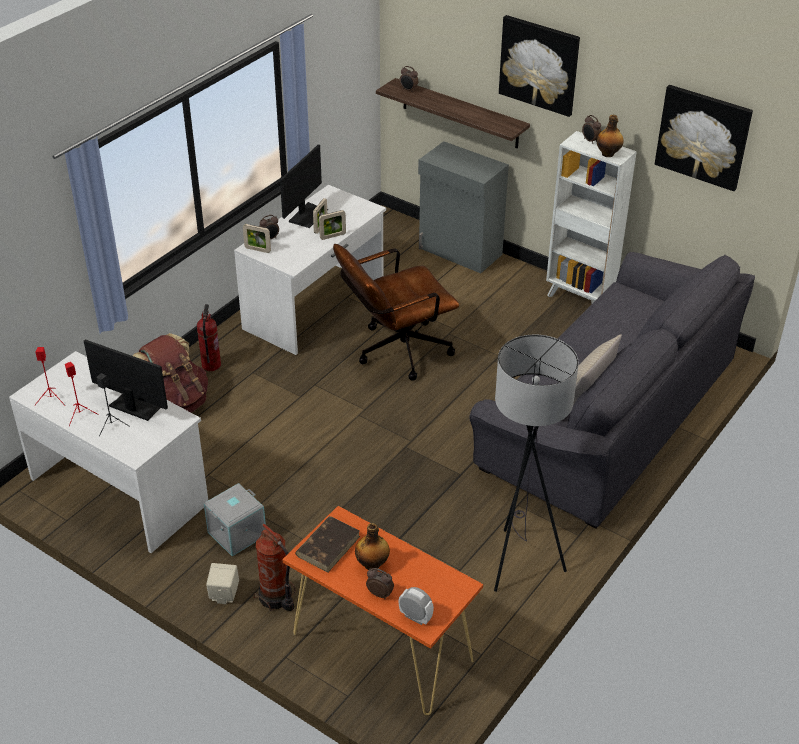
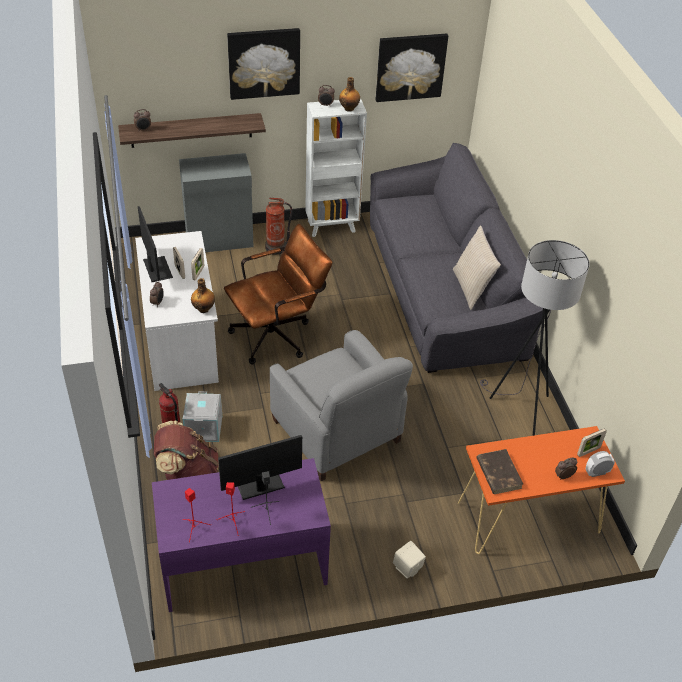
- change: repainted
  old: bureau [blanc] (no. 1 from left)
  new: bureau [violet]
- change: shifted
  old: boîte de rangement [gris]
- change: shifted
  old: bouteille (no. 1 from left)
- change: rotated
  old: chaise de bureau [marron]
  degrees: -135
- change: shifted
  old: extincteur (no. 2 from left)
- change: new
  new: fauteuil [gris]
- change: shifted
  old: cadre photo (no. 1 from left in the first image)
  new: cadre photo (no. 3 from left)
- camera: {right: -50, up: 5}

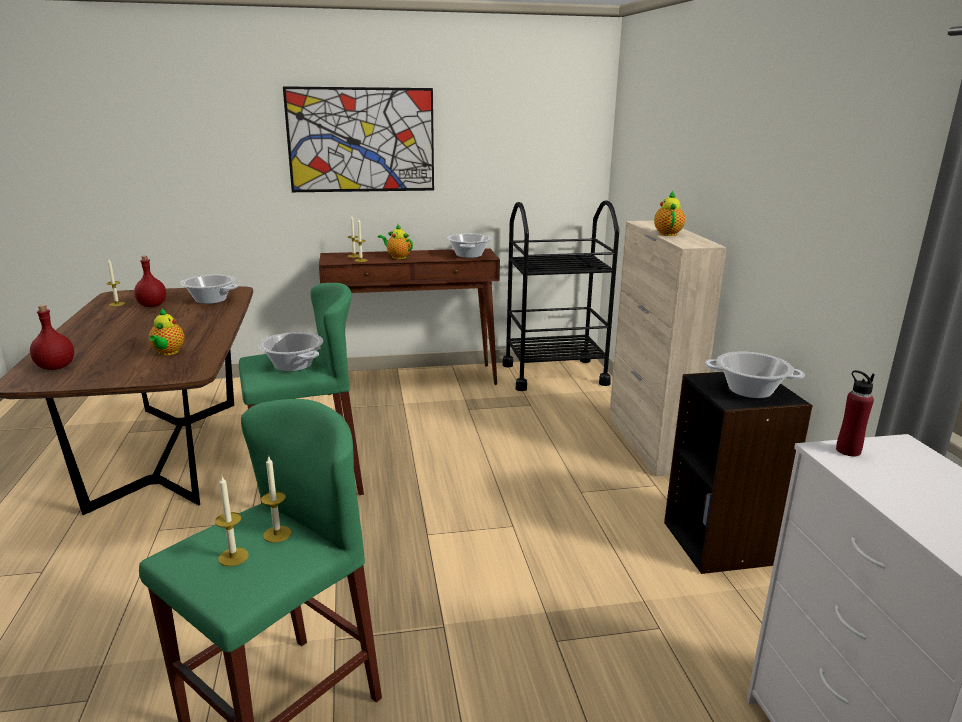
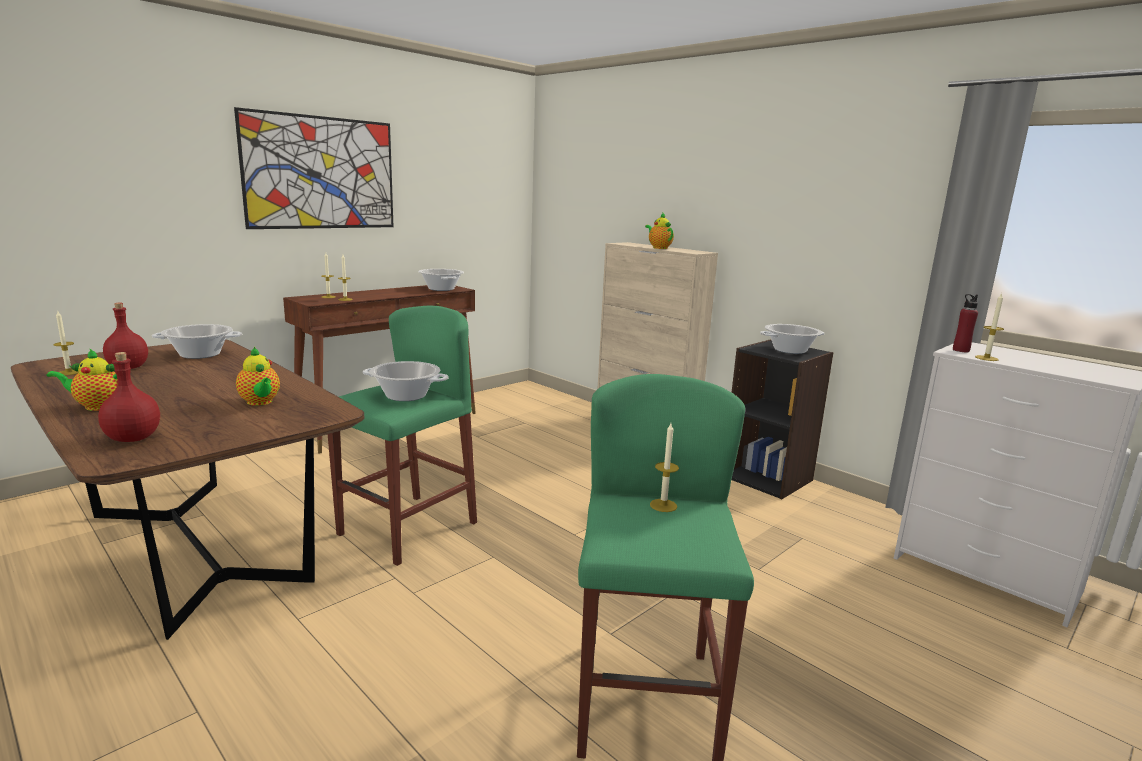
- change: shifted
  old: théière (no. 2 from left in the first image)
  new: théière (no. 1 from left)
- change: shifted
  old: bougie (no. 2 from left in the first image)
  new: bougie (no. 5 from left)
- change: gone
  old: chariot [noir]
- camera: {right: -35, up: -5}

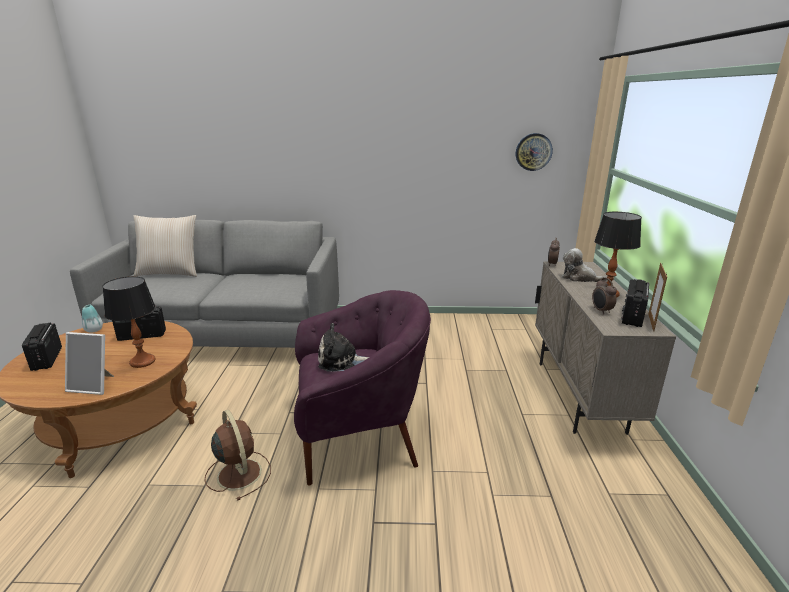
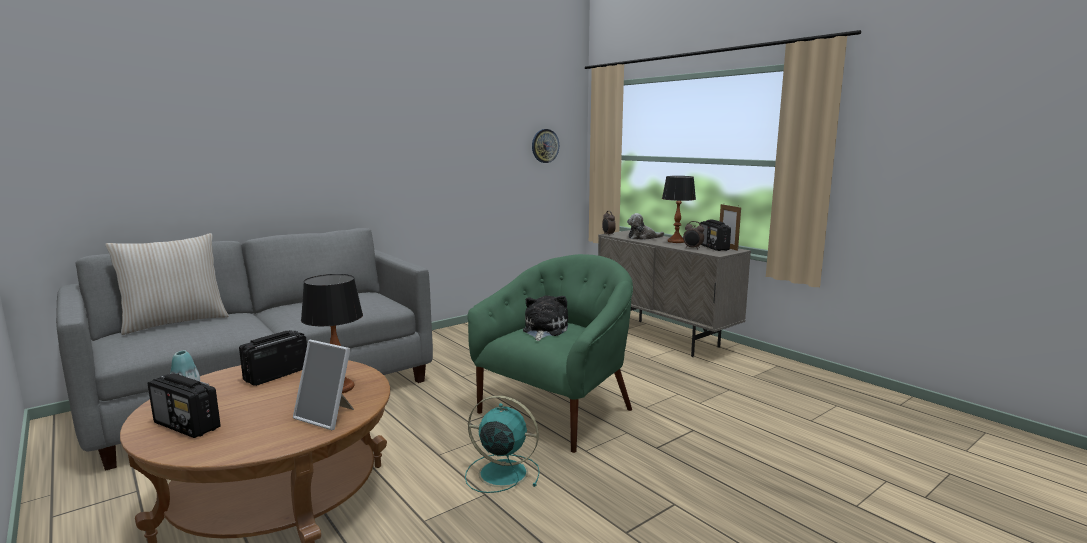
- change: rotated
  old: cadre photo (no. 1 from left)
  degrees: 60
- change: repainted
  old: ventilateur [marron]
  new: ventilateur [turquoise]
- change: repainted
  old: fauteuil [violet]
  new: fauteuil [vert]
- change: rotated
  old: peluche (no. 1 from left)
  degrees: 150
- camera: {right: -40, up: -10}

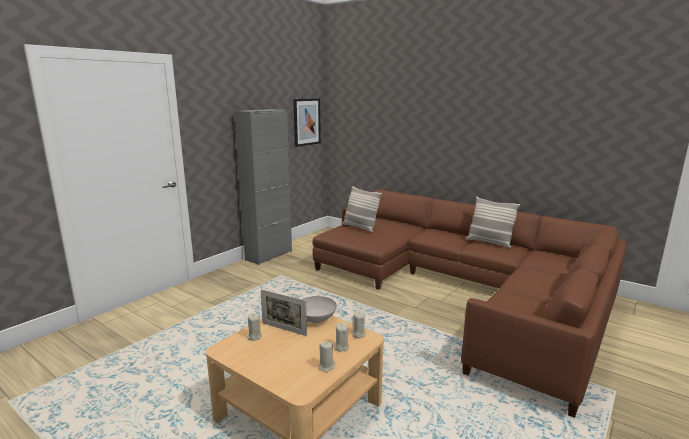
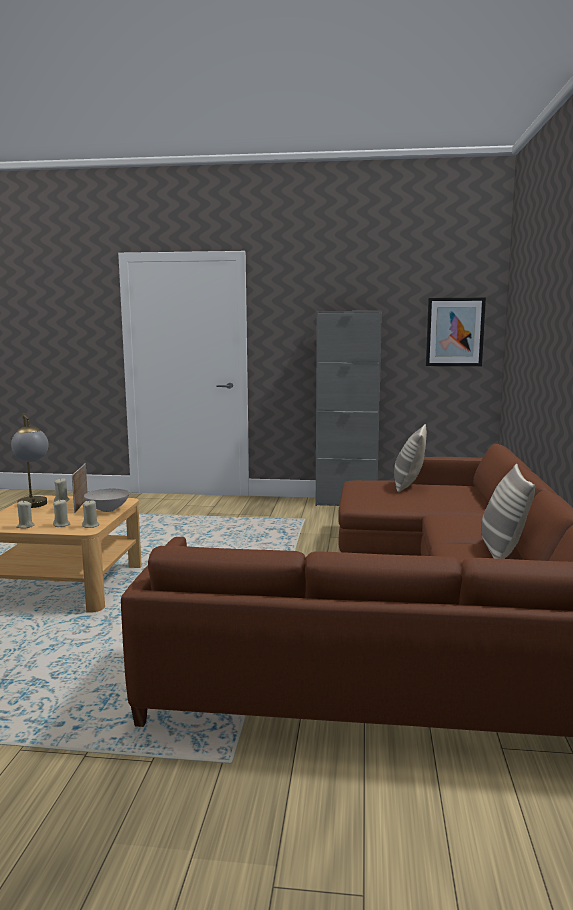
- change: new
  new: lampe de table
- camera: {right: 60, up: -5}

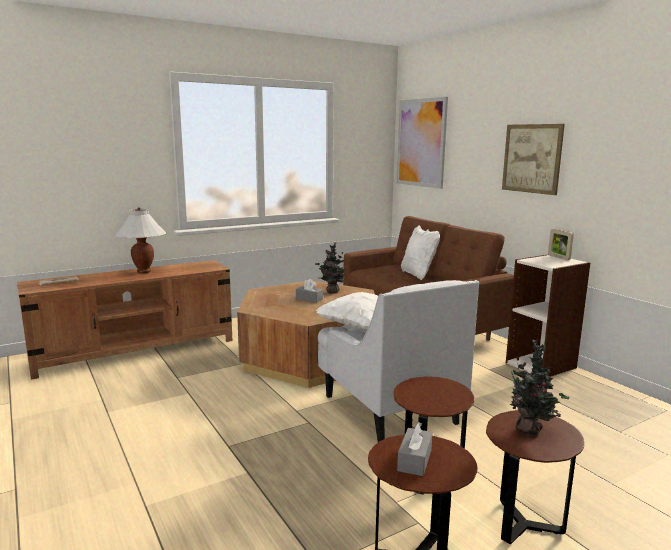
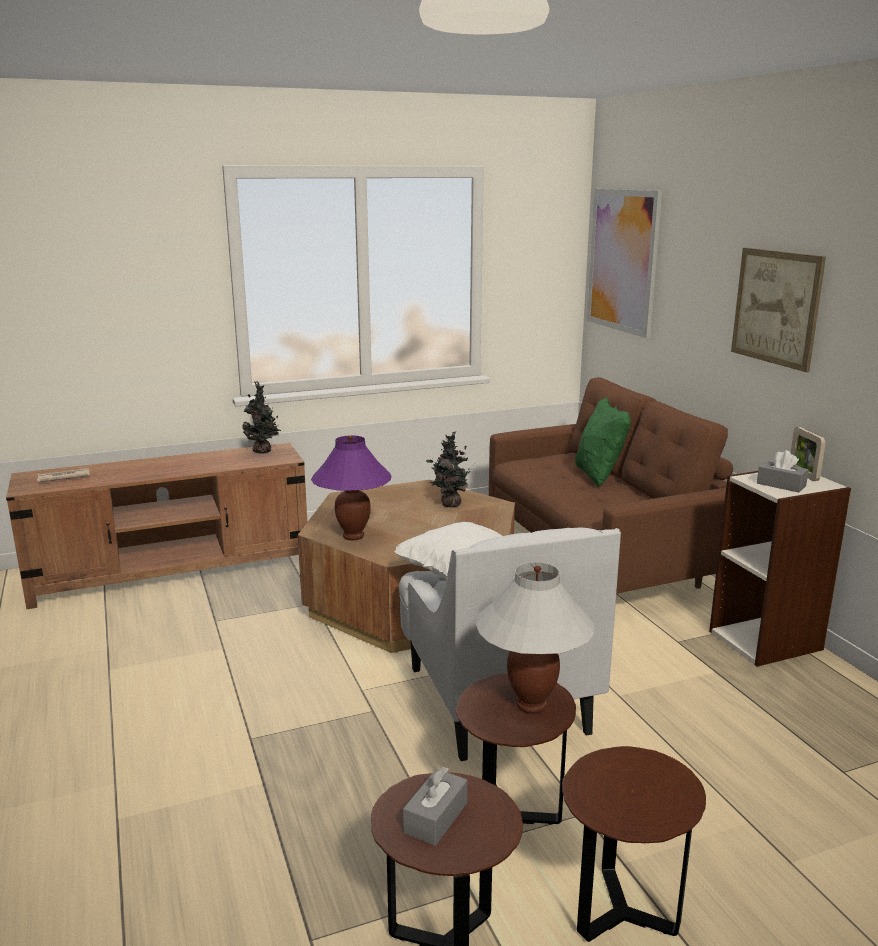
- change: shifted
  old: plante en pot (no. 2 from left in the first image)
  new: plante en pot (no. 1 from left)
- change: new
  new: lampe de table [violet]
- change: shifted
  old: lampe de table [blanc]
- change: repainted
  old: coussin [blanc] (no. 2 from left)
  new: coussin [vert]
- change: shifted
  old: boîte à mouchoirs [gris] (no. 1 from left in the first image)
  new: boîte à mouchoirs [gris] (no. 2 from left)
- camera: {right: 10, up: 5}

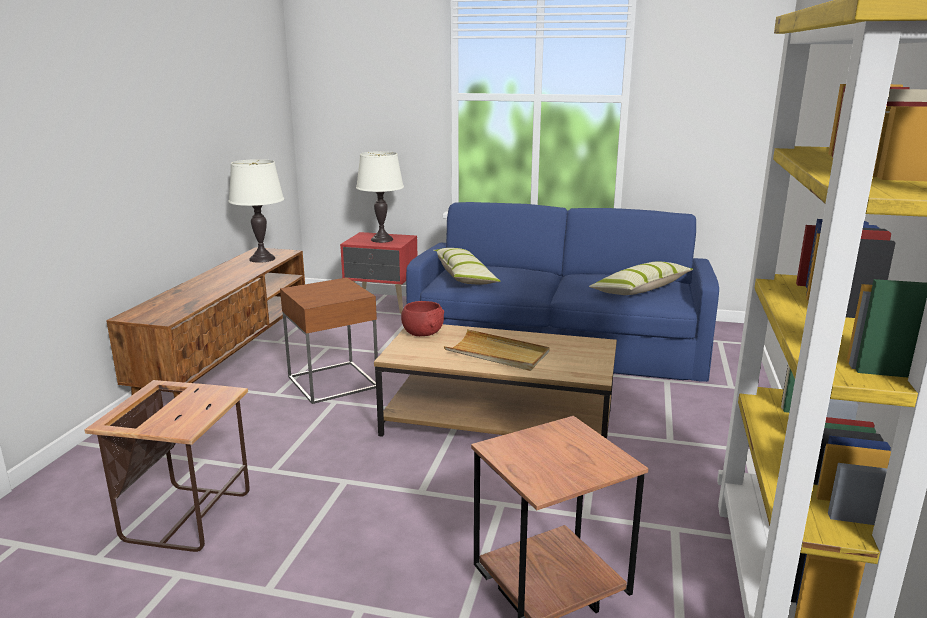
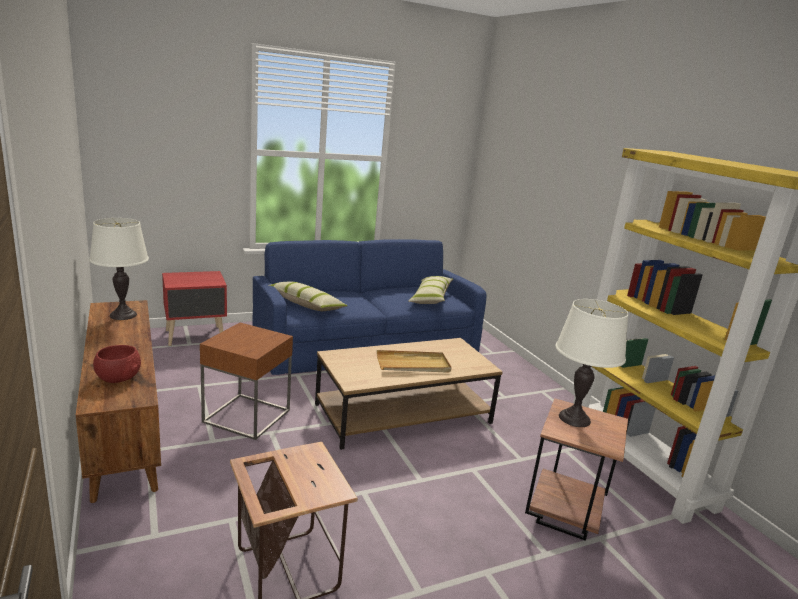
- change: shifted
  old: bol [rouge]
- change: shifted
  old: lampe de table [blanc] (no. 2 from left)
- camera: {right: -40, up: 0}

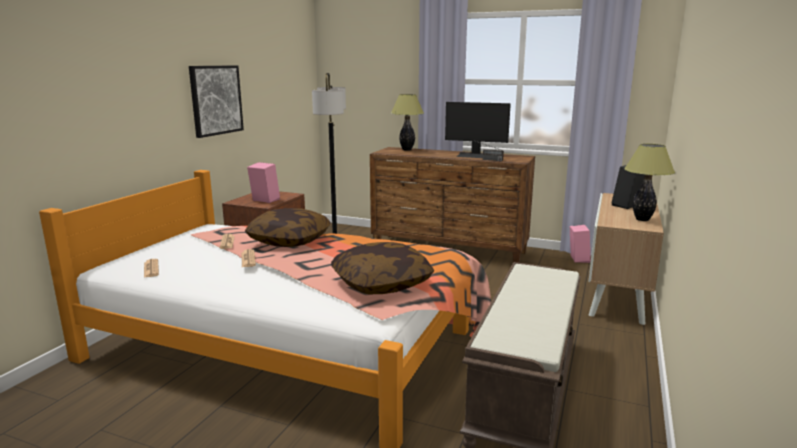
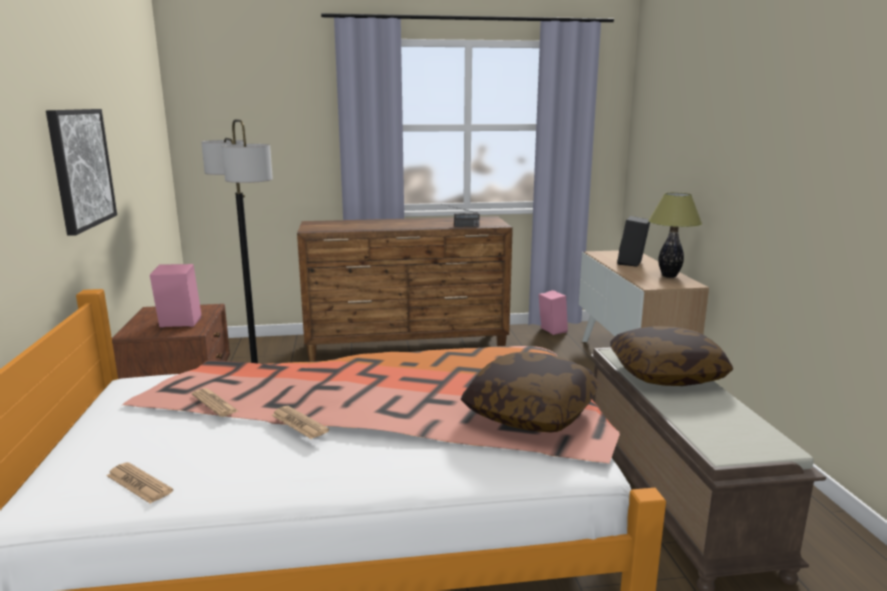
- change: shifted
  old: coussin (no. 1 from left in the first image)
  new: coussin (no. 2 from left)
- change: gone
  old: lampe de table (no. 1 from left)
- change: gone
  old: écran d'ordinateur
- camera: {right: -30, up: 0}

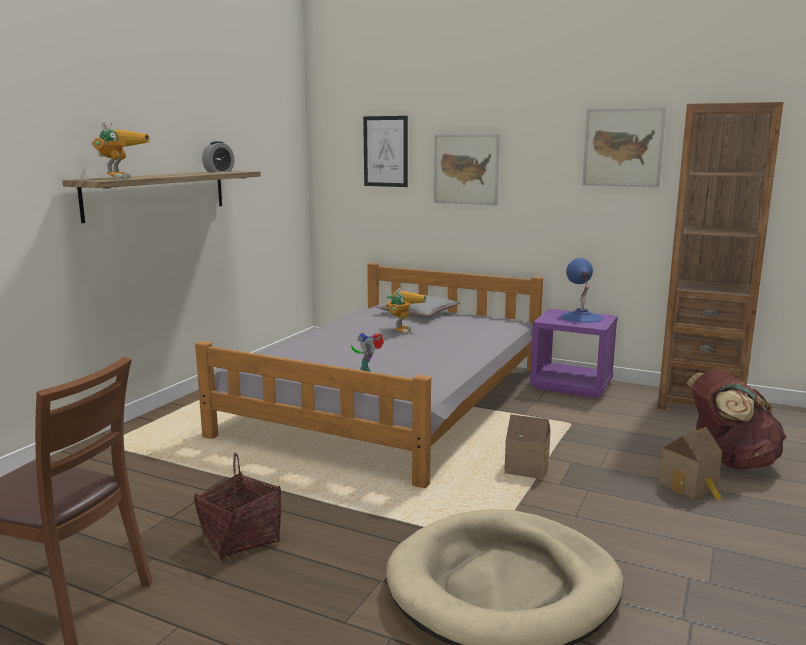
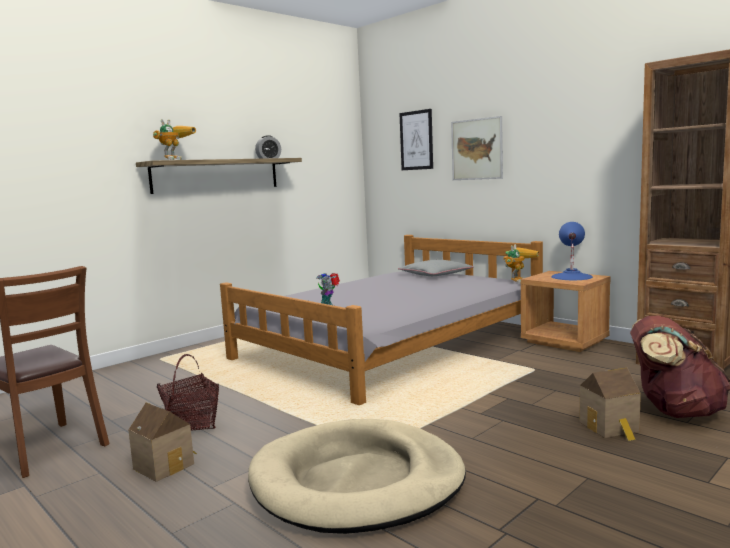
- change: shifted
  old: maison miniature (no. 1 from left)
- change: shifted
  old: robot jouet (no. 3 from left)
- change: repainted
  old: table de chevet [violet]
  new: table de chevet [marron]
- change: gone
  old: tableau (no. 3 from left)
- camera: {right: 20, up: -5}

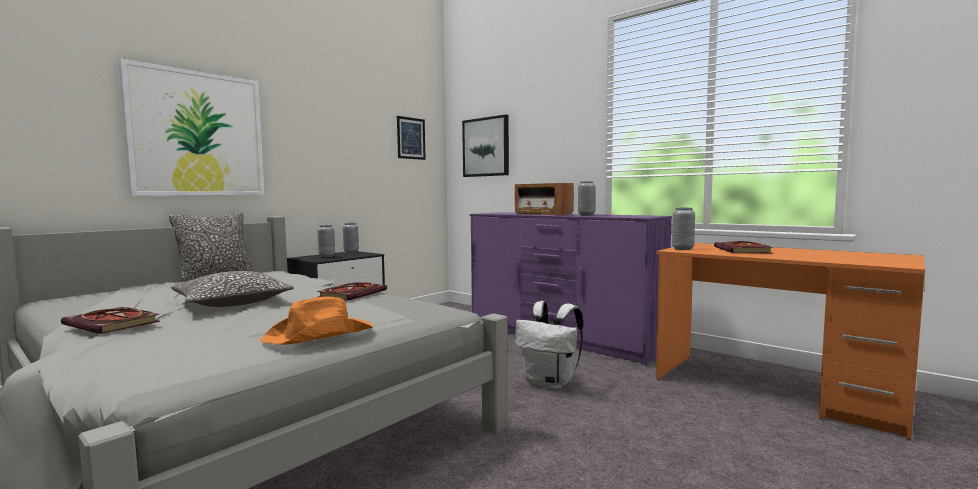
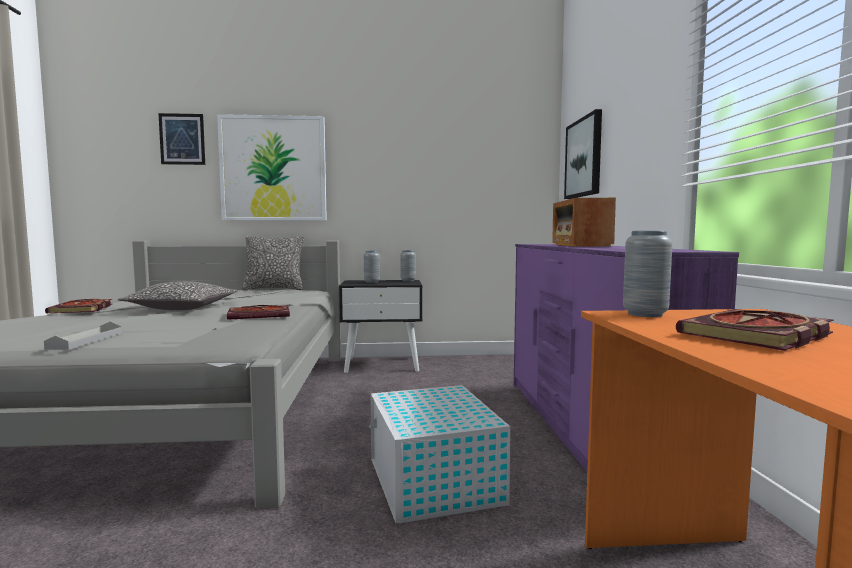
- change: swapped
  old: chapeau [orange]
  new: plateau [gris]
- change: shifted
  old: tableau (no. 2 from left in the first image)
  new: tableau (no. 1 from left)
- change: swapped
  old: sac à dos [blanc]
  new: boîte de rangement [blanc]
- change: gone
  old: vase [gris] (no. 3 from left)
- camera: {right: 45, up: 0}

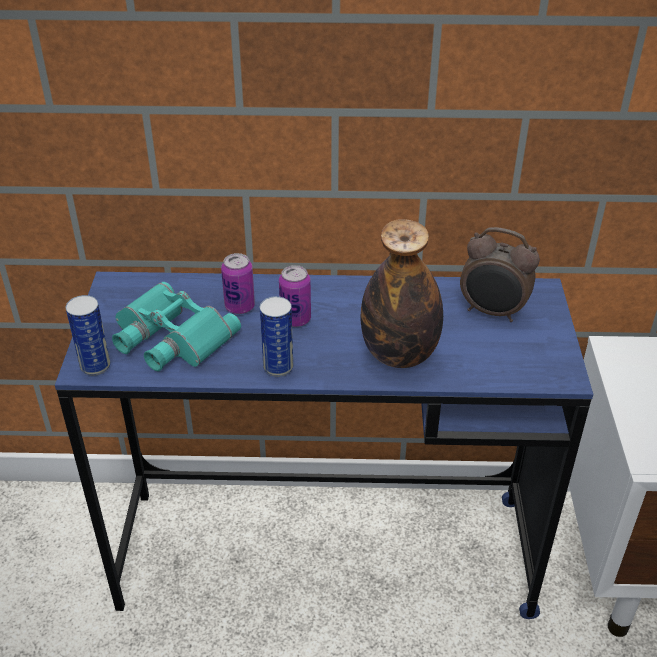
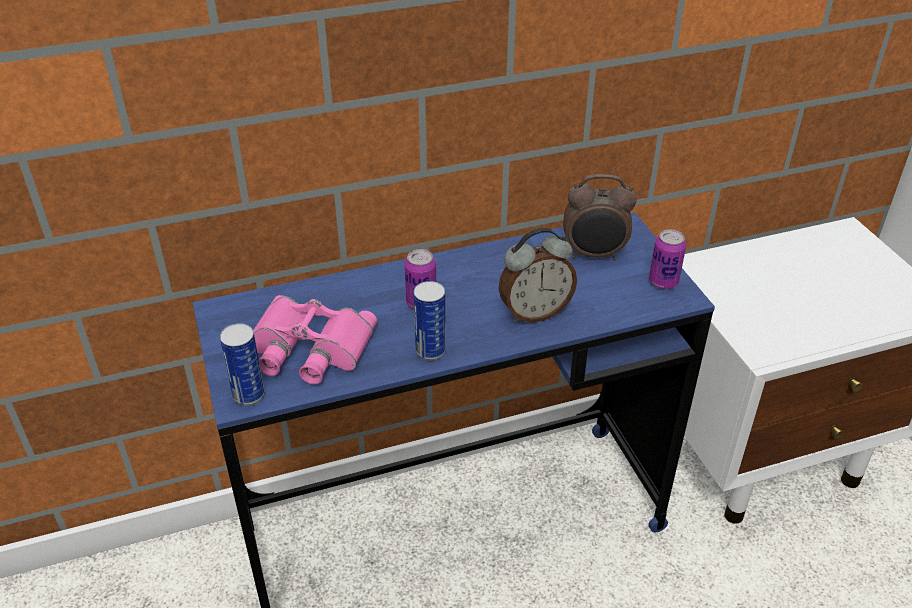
- change: repainted
  old: jumelles [turquoise]
  new: jumelles [rose]
- change: swapped
  old: bouteille
  new: réveil (no. 1 from left)
- change: shifted
  old: boîte métallique (no. 2 from left in the first image)
  new: boîte métallique (no. 4 from left)
- camera: {right: -20, up: 0}

